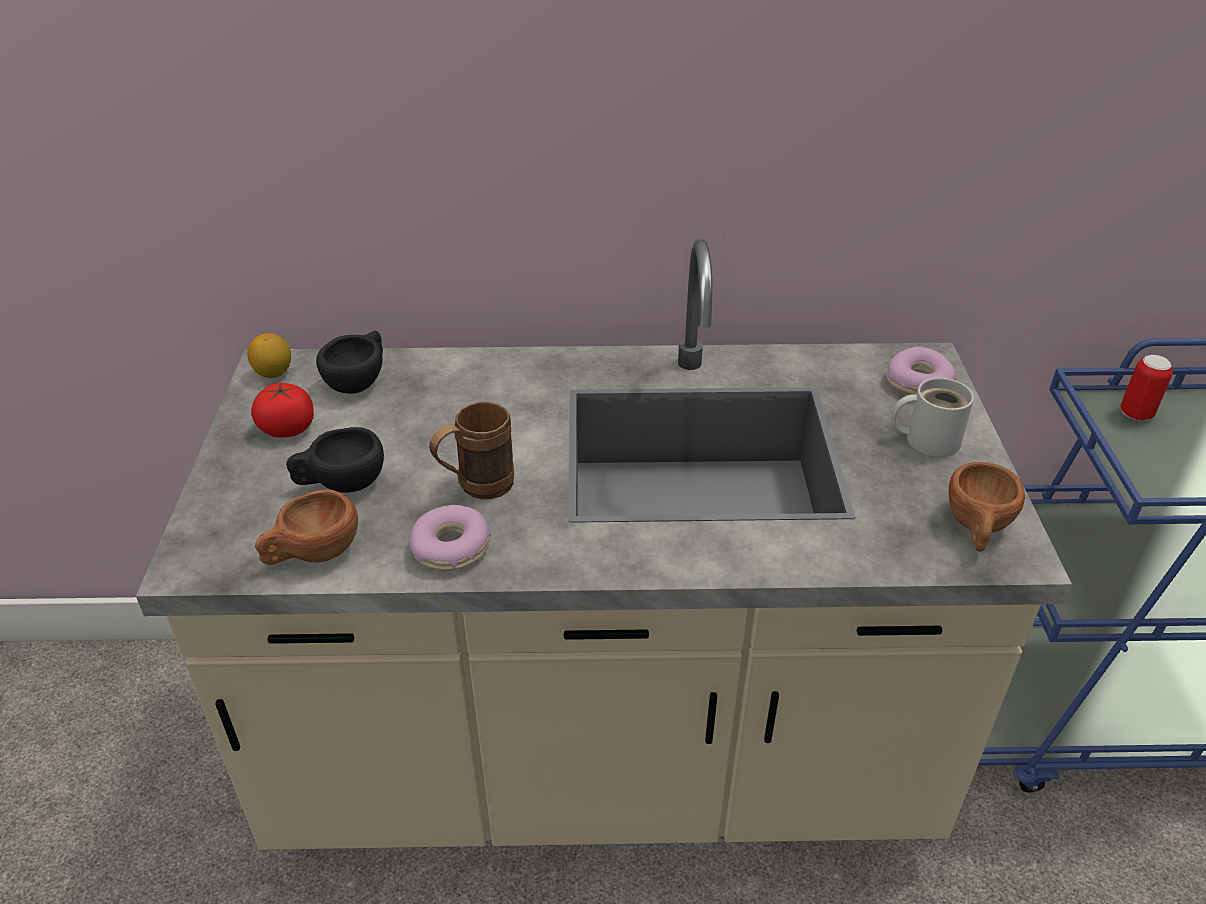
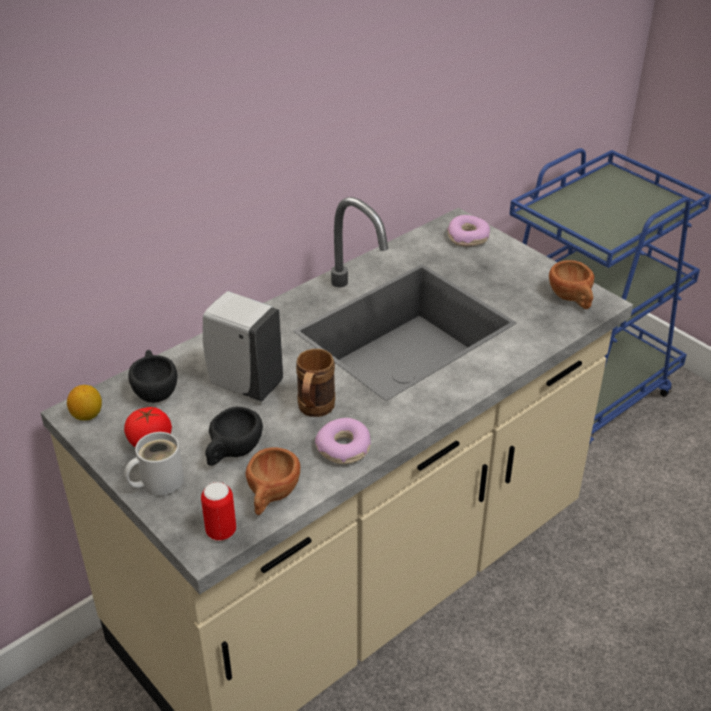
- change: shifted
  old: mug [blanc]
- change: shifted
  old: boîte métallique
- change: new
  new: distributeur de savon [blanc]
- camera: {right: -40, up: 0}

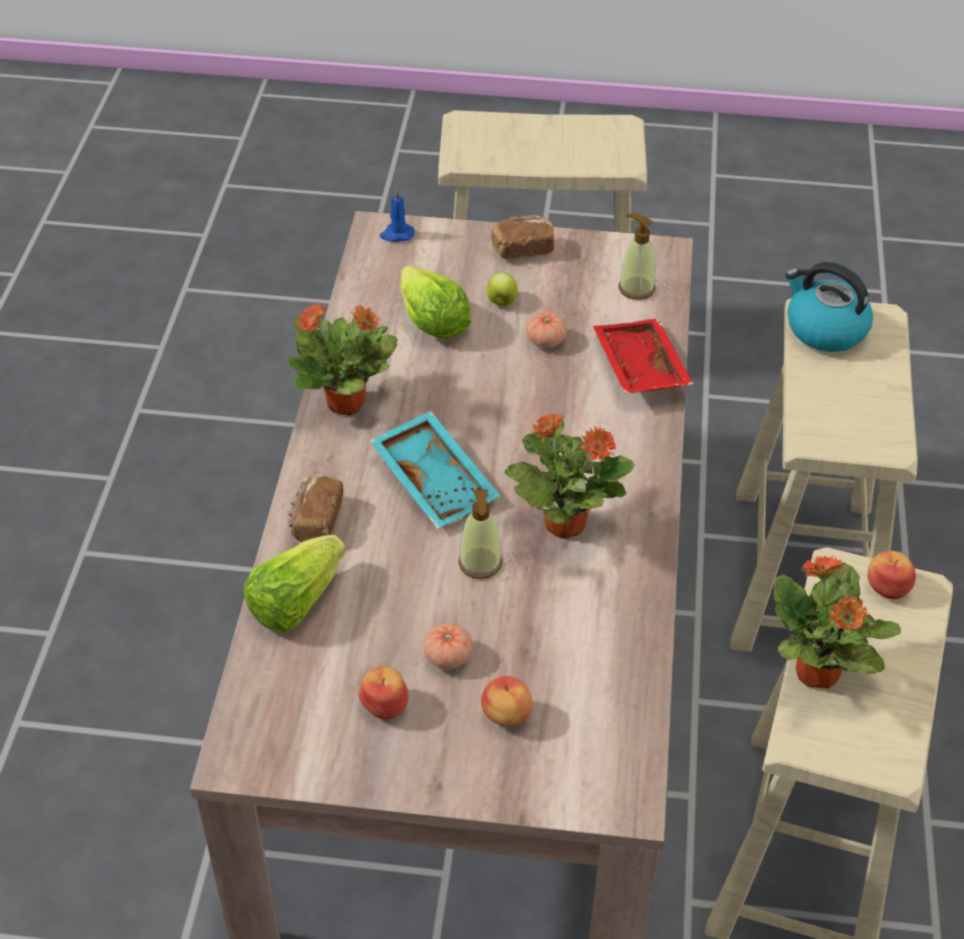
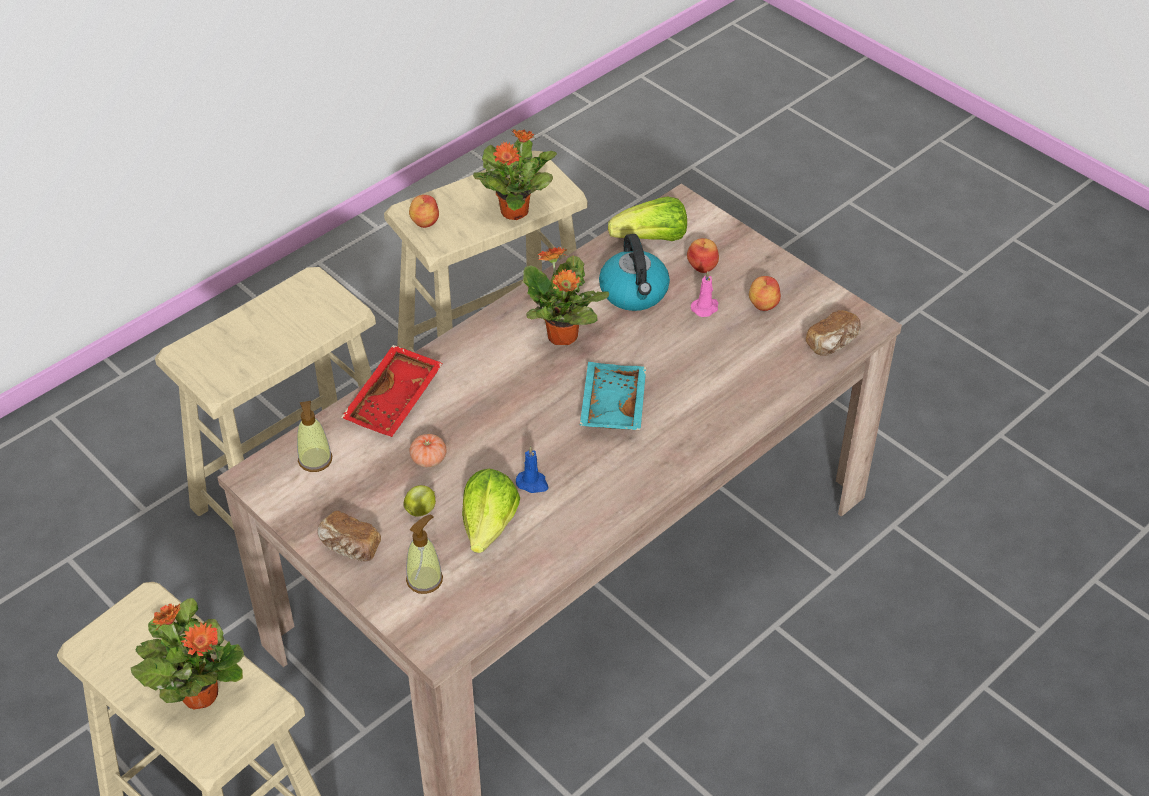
- change: shifted
  old: plante en pot (no. 1 from left)
- change: shifted
  old: distributeur de savon (no. 1 from left in the first image)
  new: distributeur de savon (no. 2 from left)
- change: shifted
  old: bougie [bleu]
- change: shifted
  old: bouilloire
- change: shifted
  old: laitue (no. 1 from left in the first image)
  new: laitue (no. 2 from left)
- change: swapped
  old: tomate (no. 1 from left)
  new: bougie [rose]
- change: shifted
  old: pain (no. 1 from left in the first image)
  new: pain (no. 2 from left)
- camera: {right: -140, up: 0}

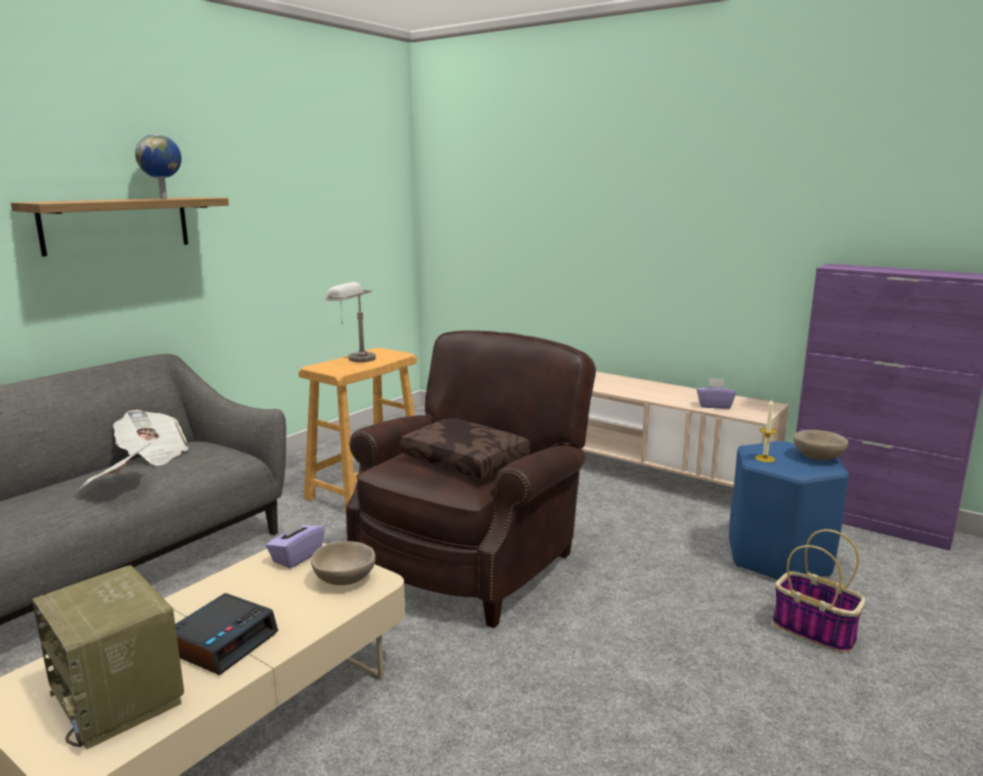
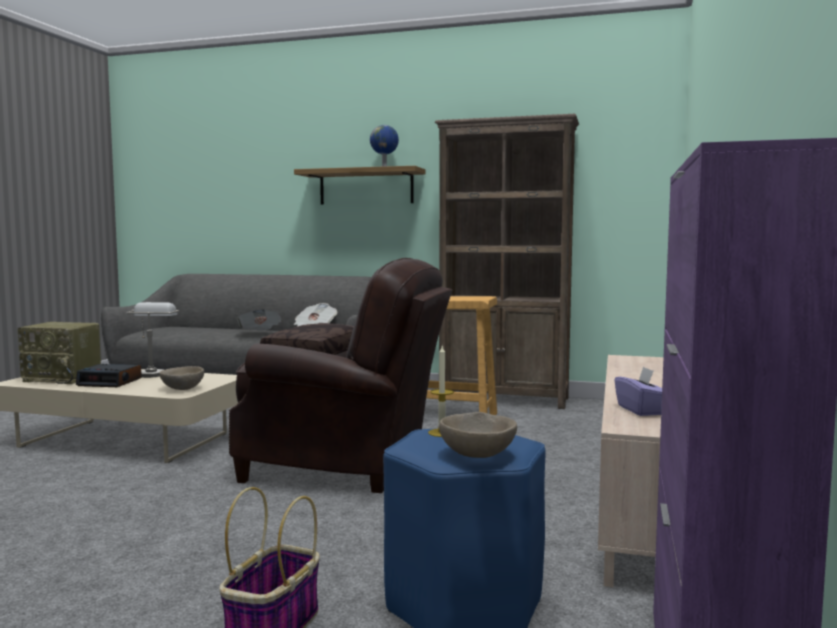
- change: rotated
  old: radio
  degrees: -105
- change: shifted
  old: lampe de table [gris]
- change: new
  new: bibliothèque [marron]
- change: gone
  old: boîte à mouchoirs [violet] (no. 1 from left)
- camera: {right: 70, up: -10}

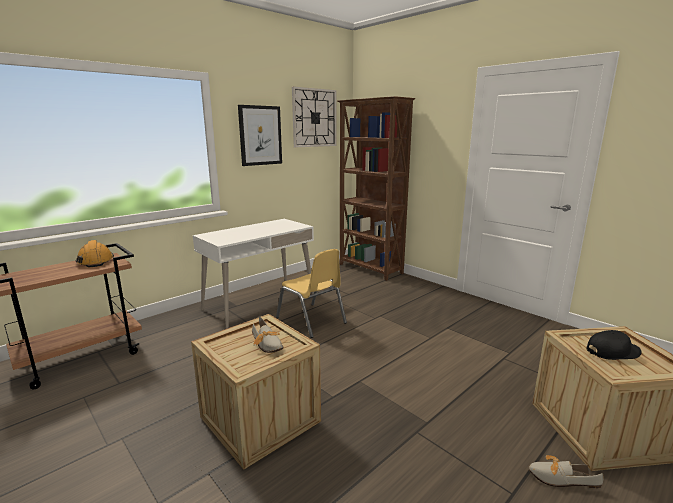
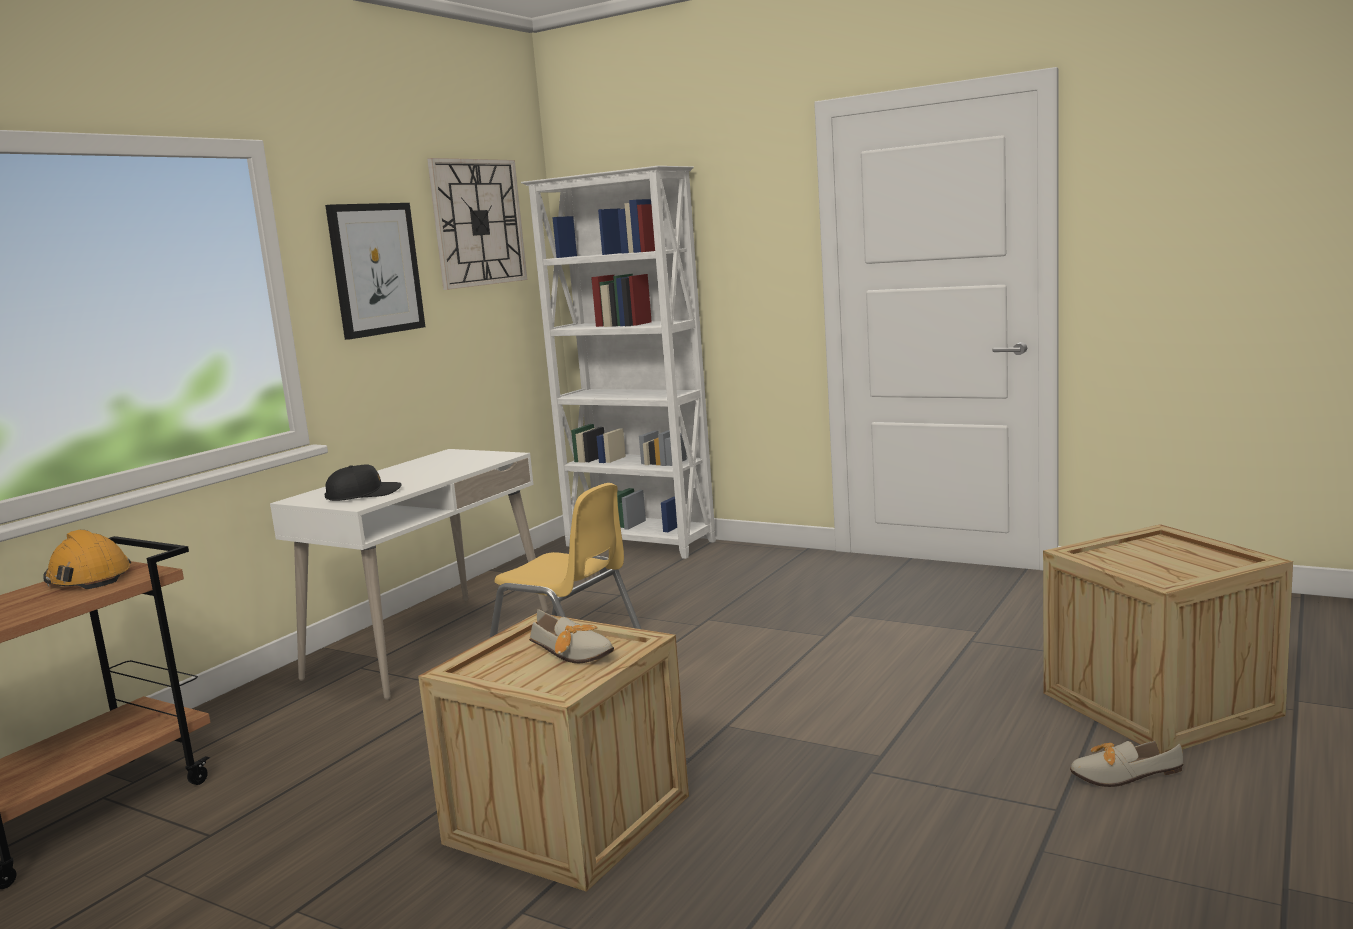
- change: shifted
  old: casquette [noir]
- change: repainted
  old: bibliothèque [marron]
  new: bibliothèque [blanc]
- camera: {right: -15, up: -5}

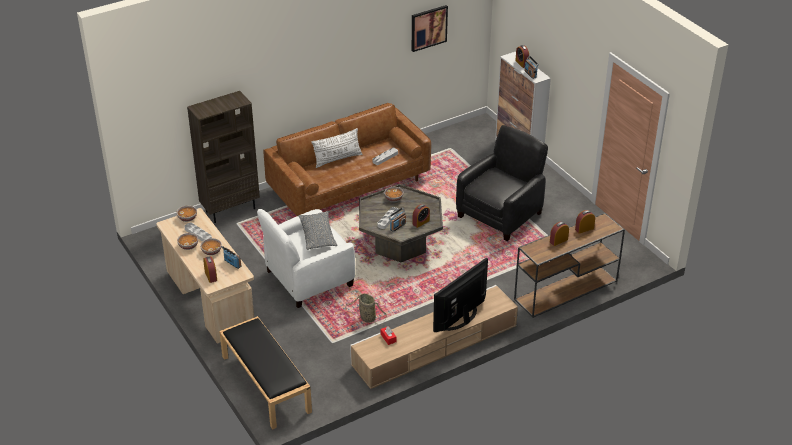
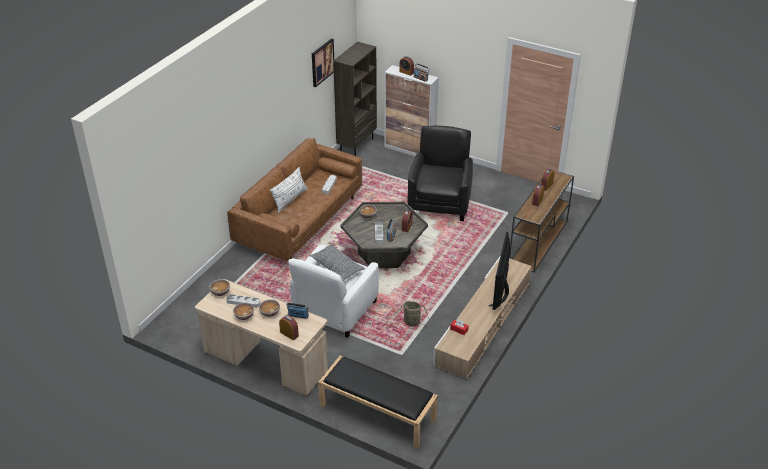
- change: shifted
  old: bibliothèque [marron]
- camera: {right: -30, up: 0}

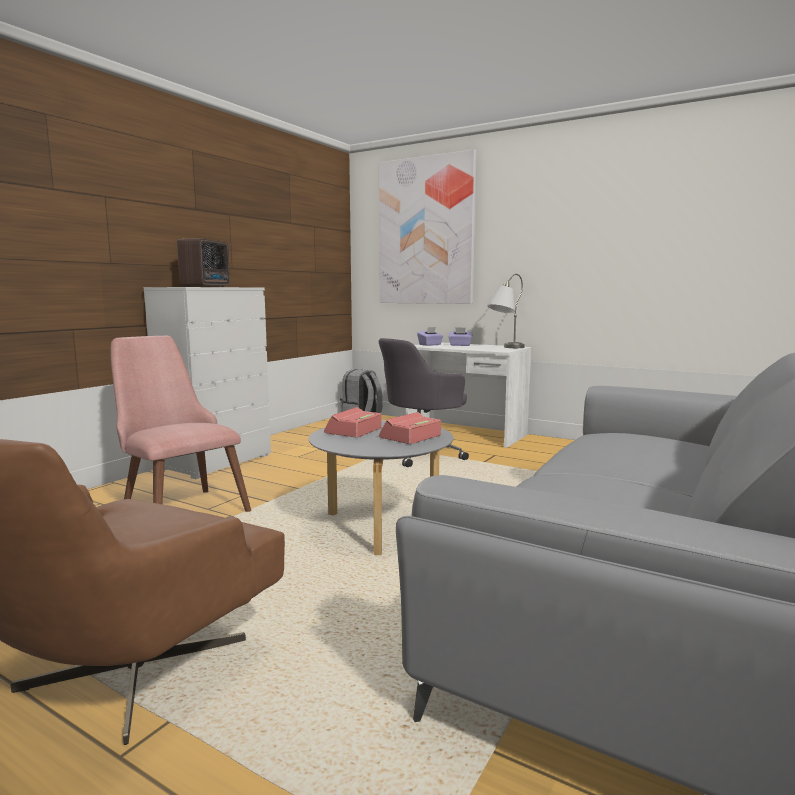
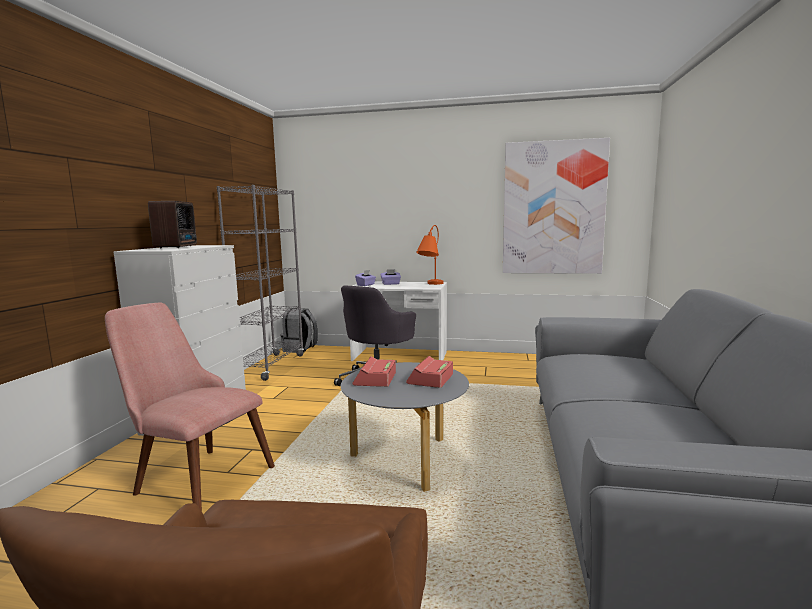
- change: new
  new: bibliothèque [gris]
- change: repainted
  old: lampe de table [gris]
  new: lampe de table [orange]
- change: shifted
  old: tableau
- camera: {right: -20, up: 0}

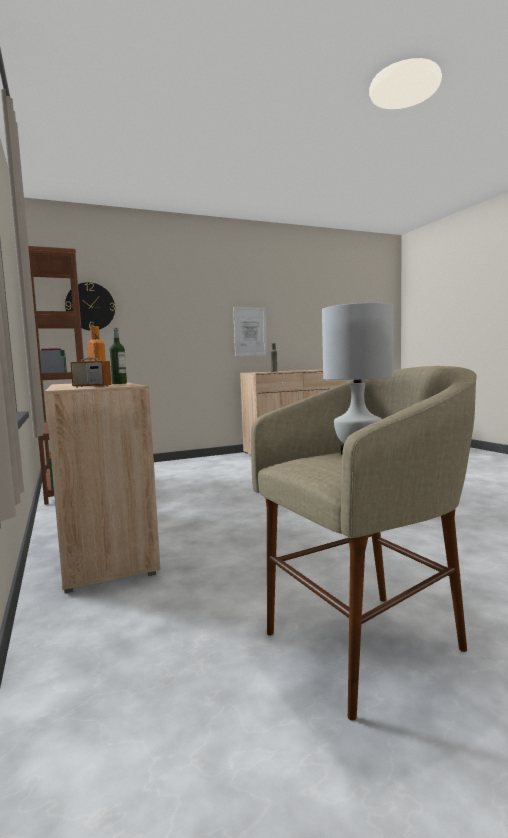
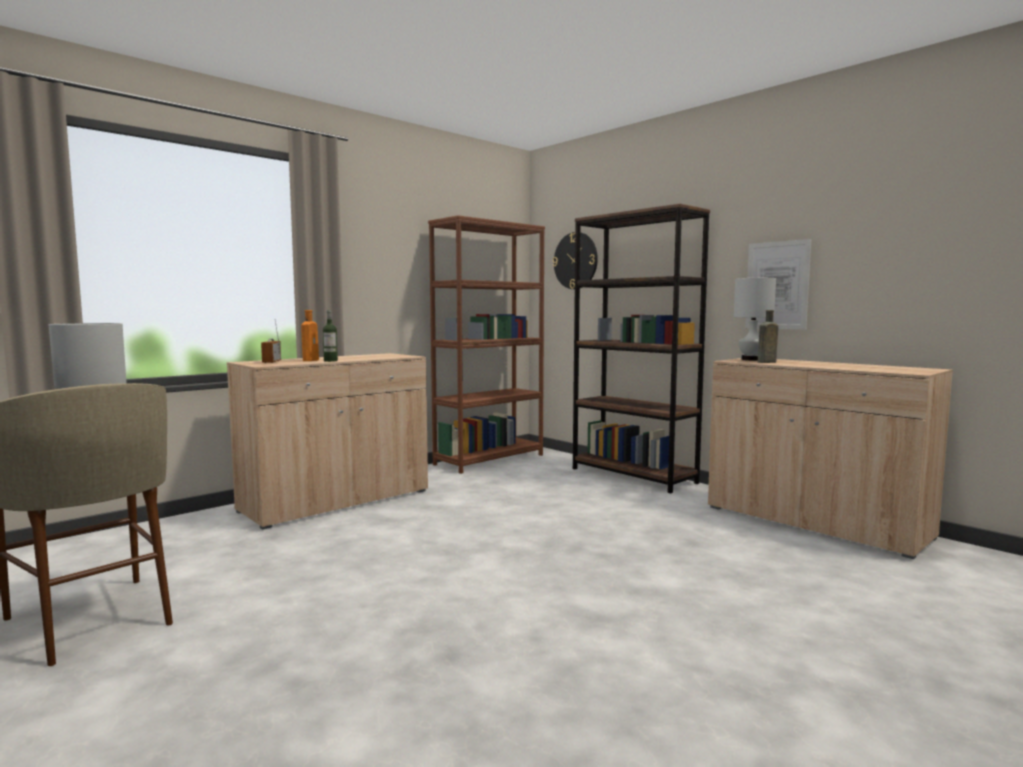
- change: new
  new: bibliothèque [marron] (no. 2 from left)
- change: new
  new: lampe de table [blanc] (no. 2 from left)
- camera: {right: 70, up: 0}

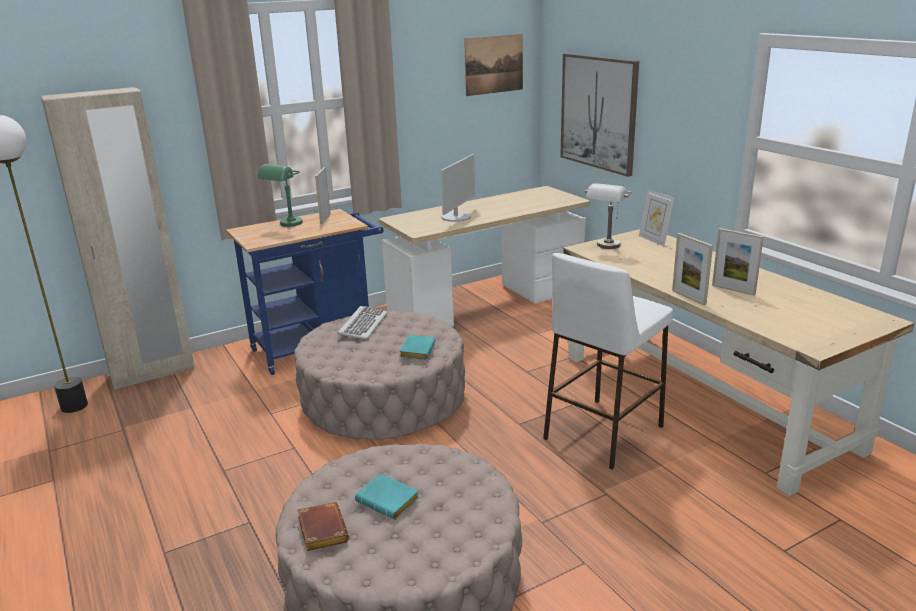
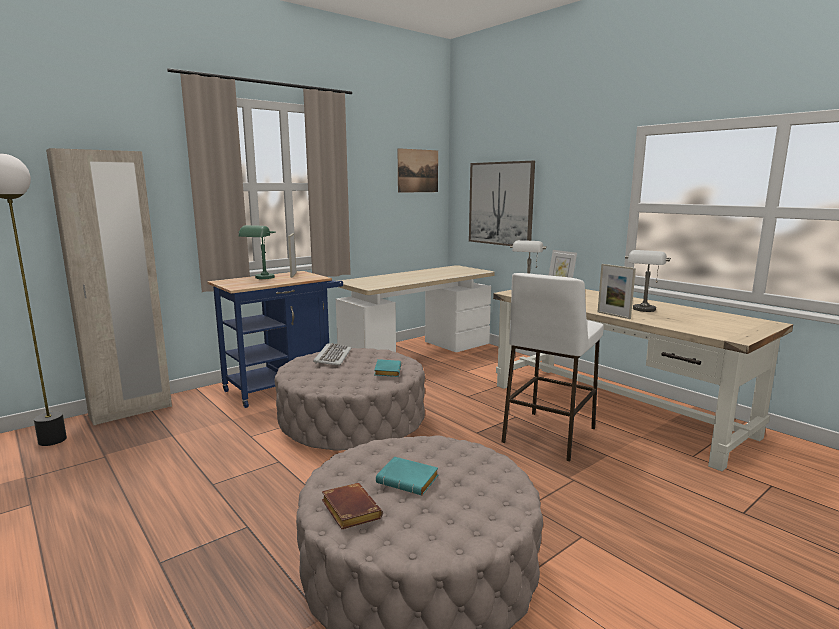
- change: swapped
  old: cadre photo (no. 4 from left)
  new: lampe de table [gris] (no. 2 from left)
- change: gone
  old: écran d'ordinateur
- camera: {right: -10, up: -10}

